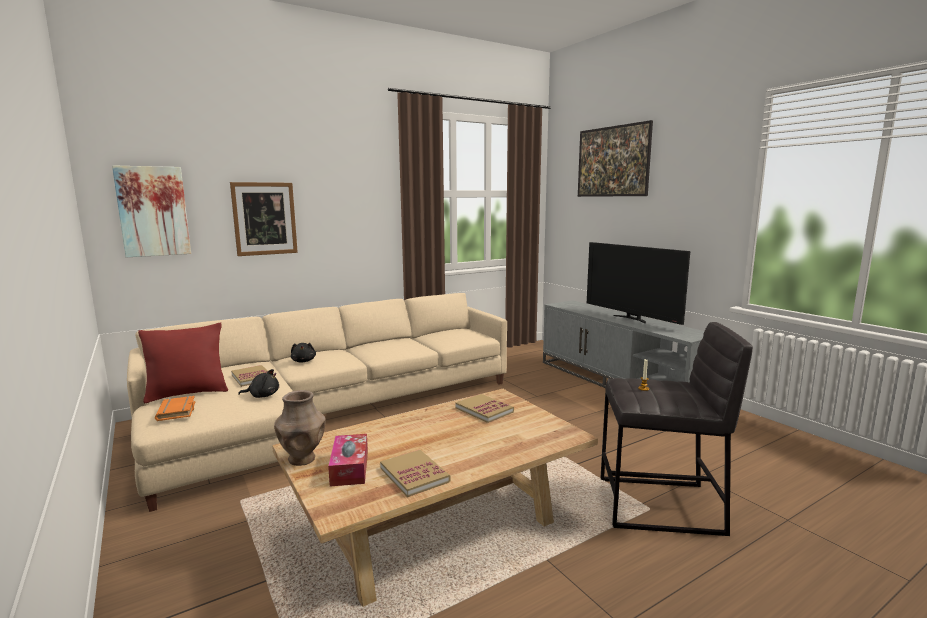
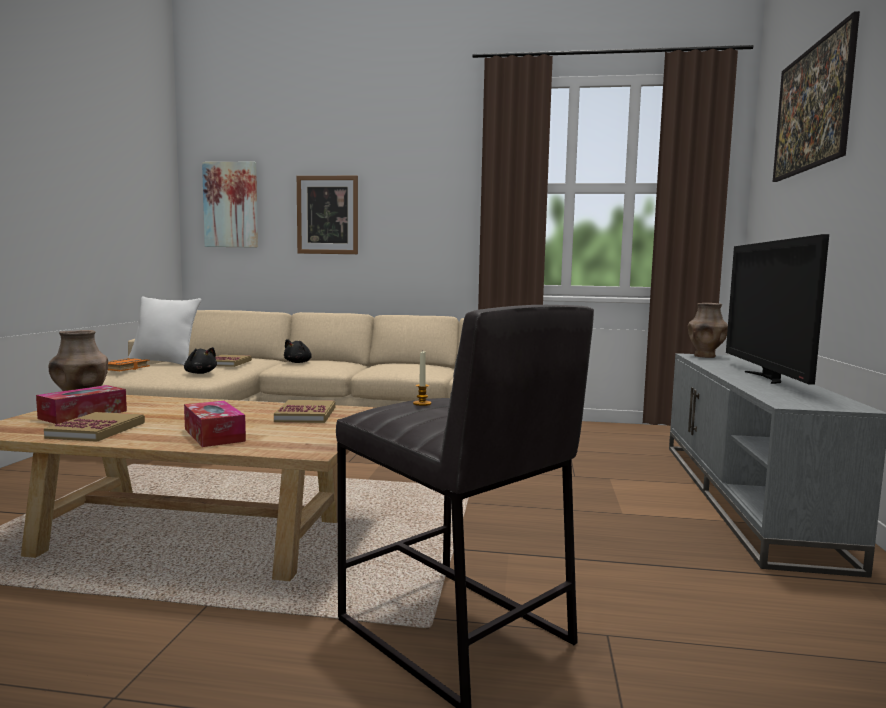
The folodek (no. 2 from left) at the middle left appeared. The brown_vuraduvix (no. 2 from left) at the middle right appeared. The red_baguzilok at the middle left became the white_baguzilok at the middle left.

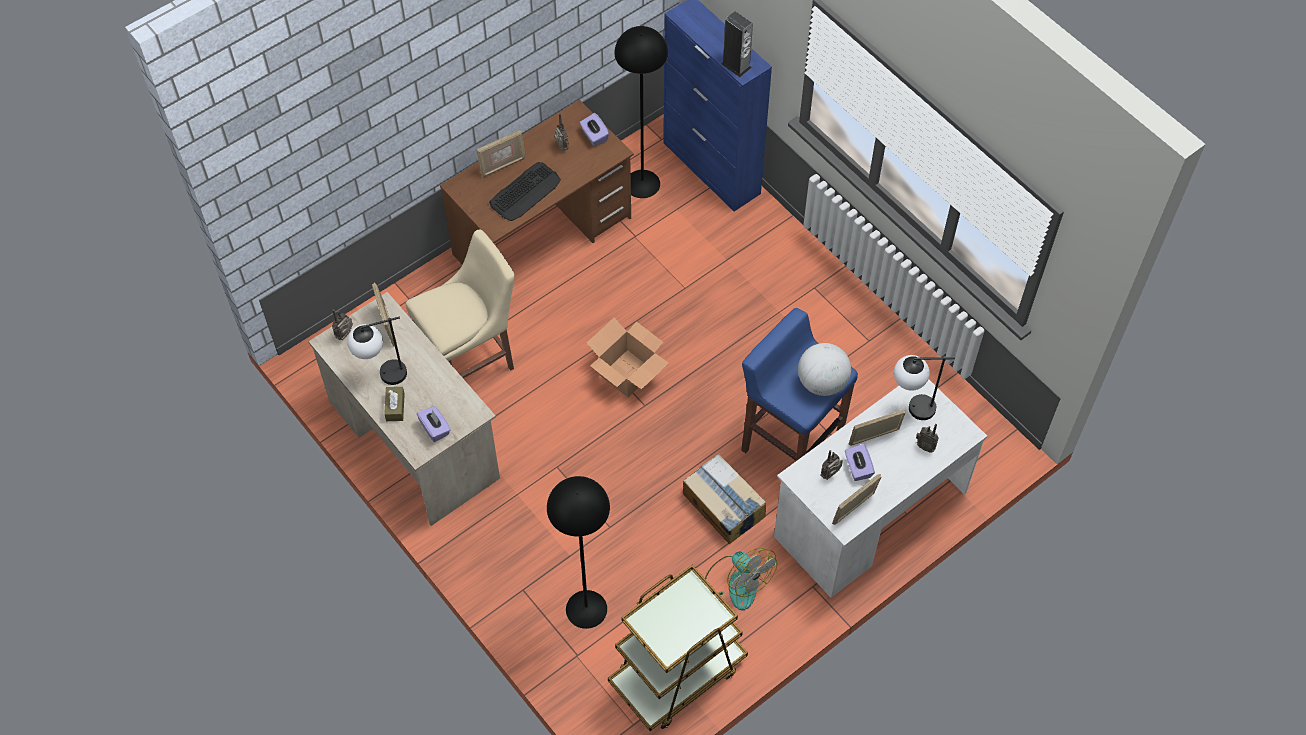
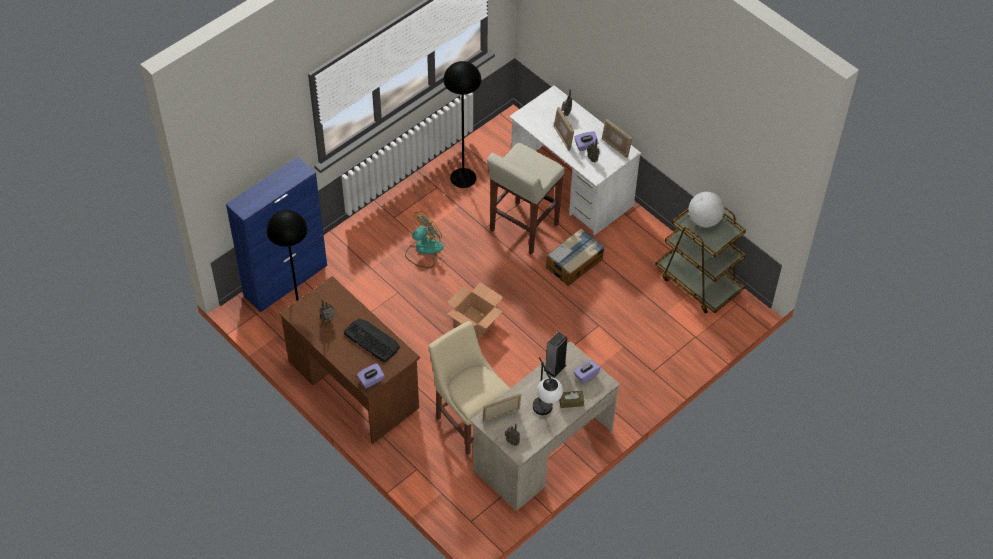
The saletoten (no. 2 from left) at the top centre disappeared. The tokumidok (no. 2 from left) at the middle right disappeared. The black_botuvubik (no. 1 from left in the first image) moved from the bottom centre to the top centre. The purple_folodek (no. 2 from left in the first image) moved from the top centre to the bottom centre. The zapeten moved from the bottom centre to the centre. The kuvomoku moved from the top centre to the centre. The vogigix moved from the centre to the middle right. The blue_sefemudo at the centre became the beige_sefemudo at the centre.

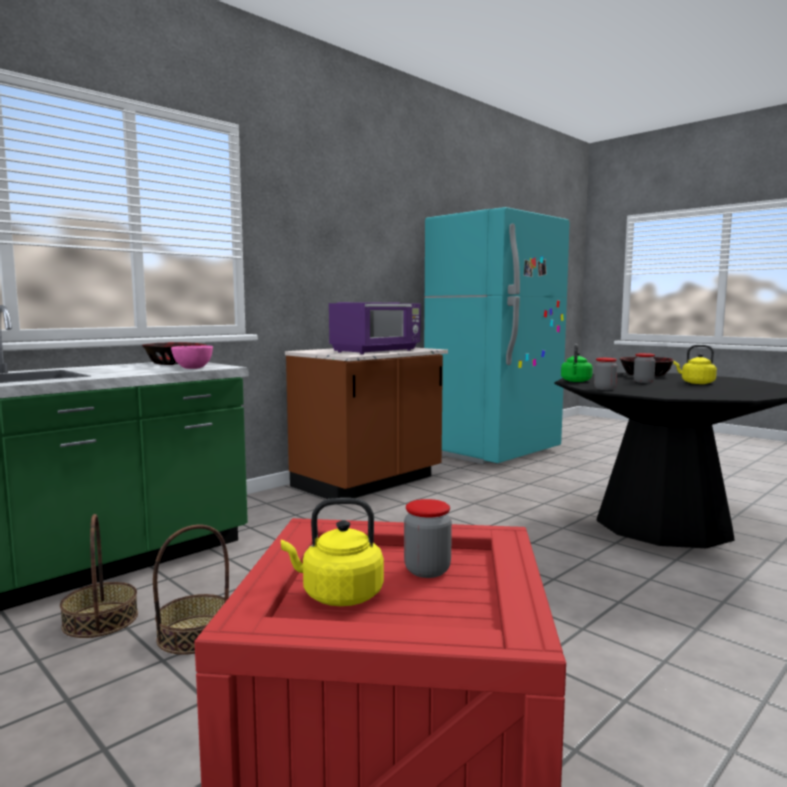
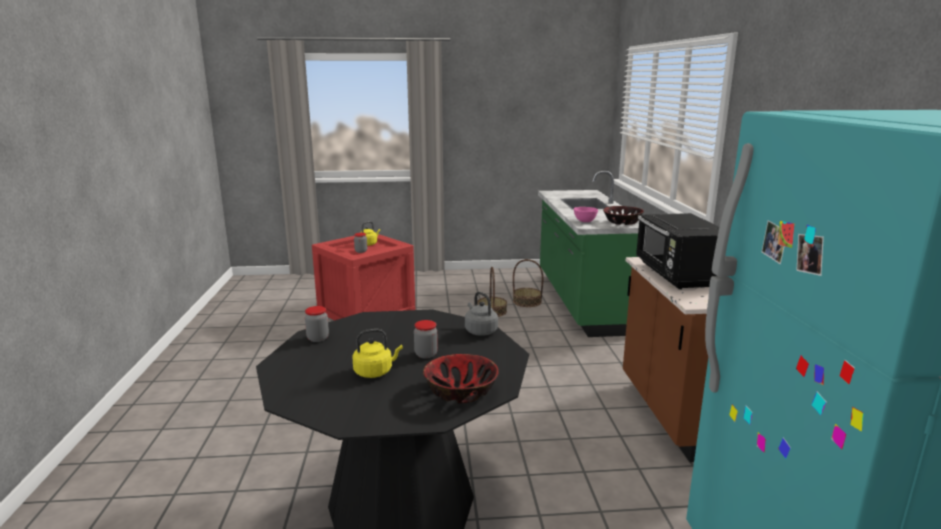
The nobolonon (no. 2 from left in the first image) moved from the middle right to the centre. The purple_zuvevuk at the centre became the black_zuvevuk at the middle right. The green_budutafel at the middle right became the grey_budutafel at the centre.

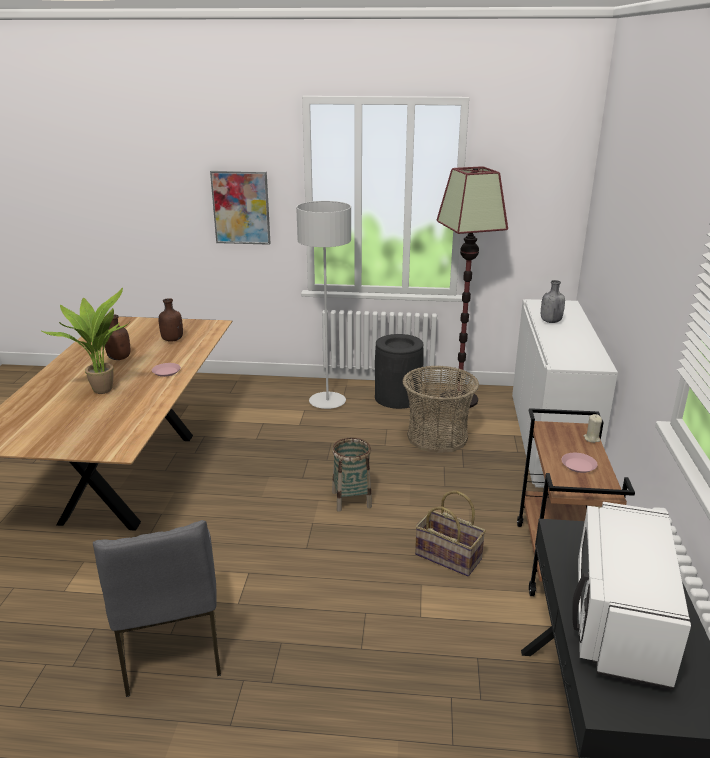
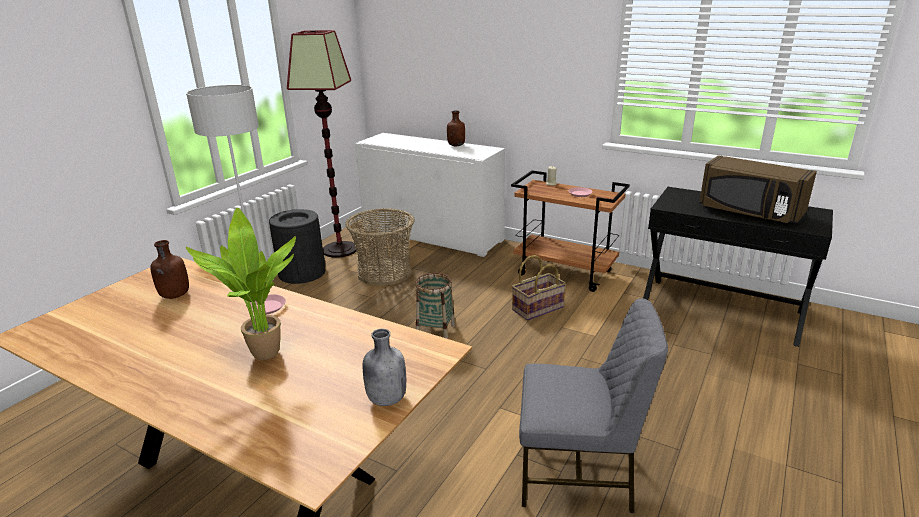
The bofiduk at the top centre disappeared. The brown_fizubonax (no. 1 from left in the first image) moved from the middle left to the top centre. The grey_fizubonax moved from the middle right to the bottom centre. The white_zuvevuk at the bottom right became the brown_zuvevuk at the middle right.

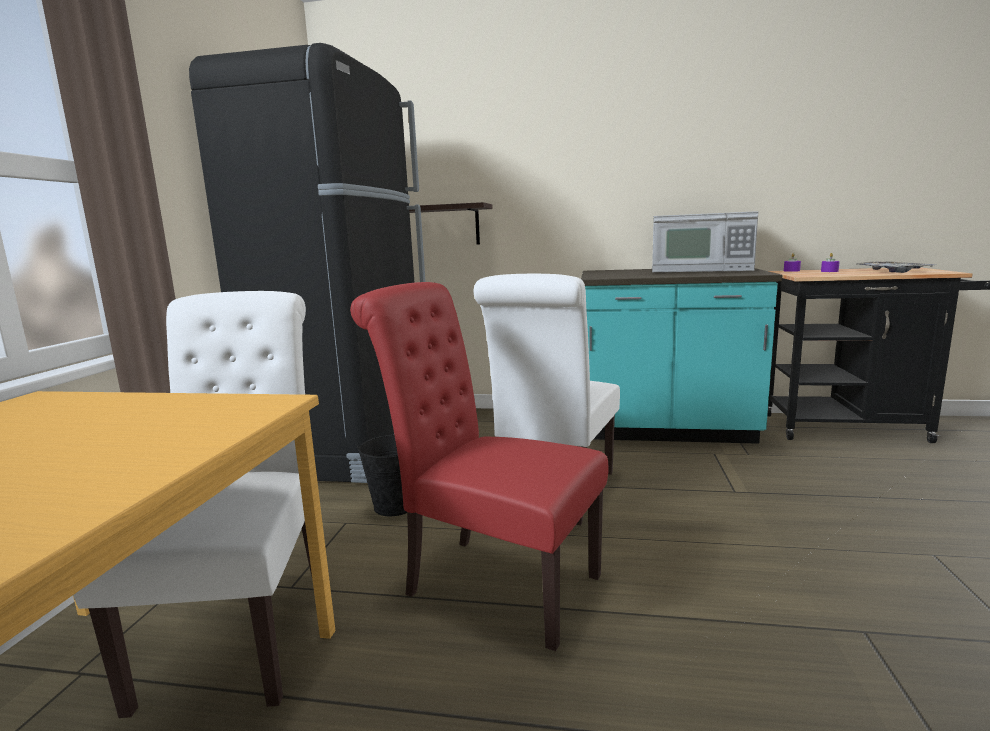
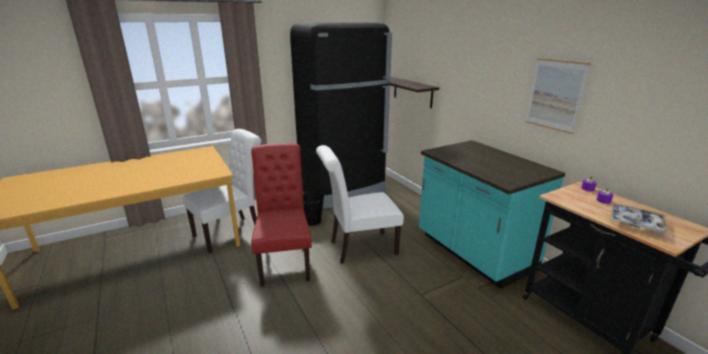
The zuvevuk at the top right disappeared. The bofiduk at the top right appeared.

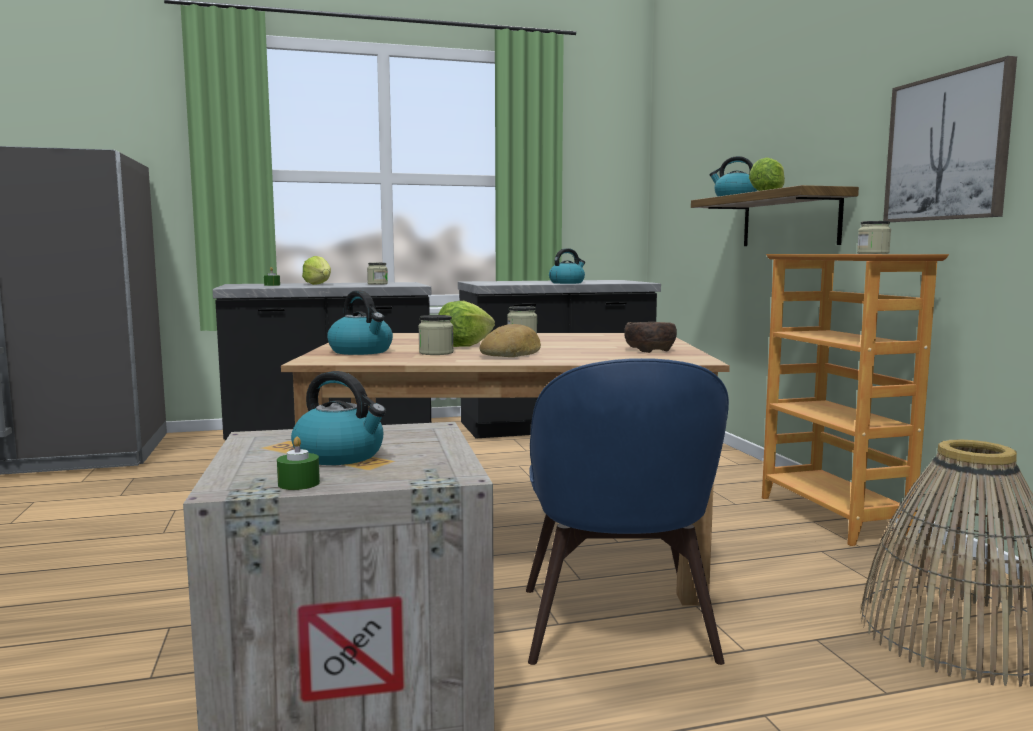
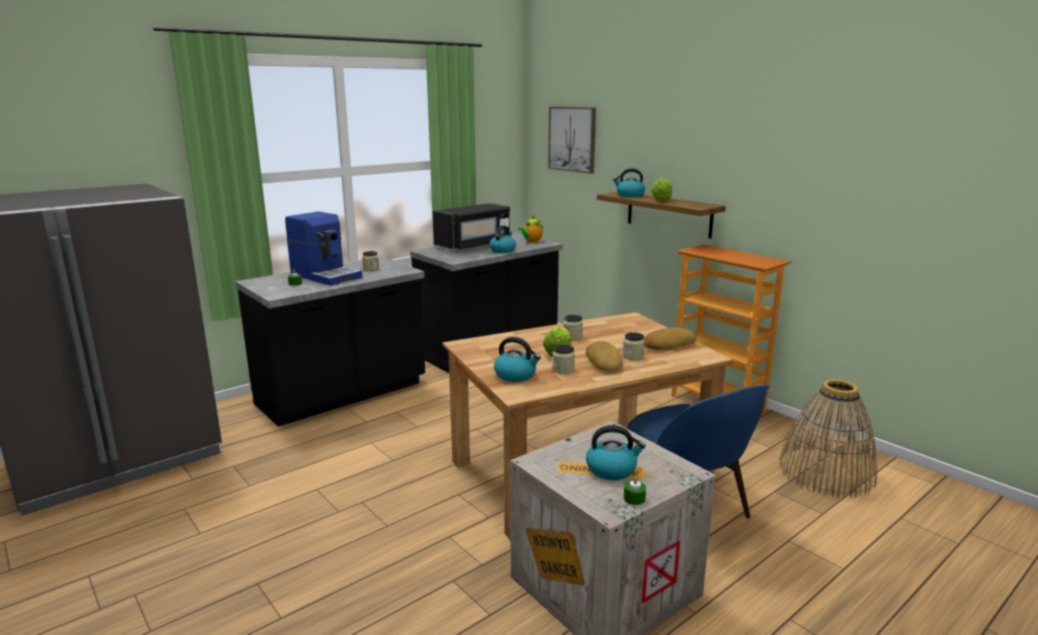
The black_zuvevuk at the centre appeared. The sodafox at the centre appeared. The nobolonon (no. 4 from left) moved from the top right to the centre. The bofiduk moved from the top right to the top centre. The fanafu (no. 1 from left) at the middle left was replaced by the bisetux at the middle left. The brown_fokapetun at the centre was replaced by the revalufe (no. 2 from left) at the centre.

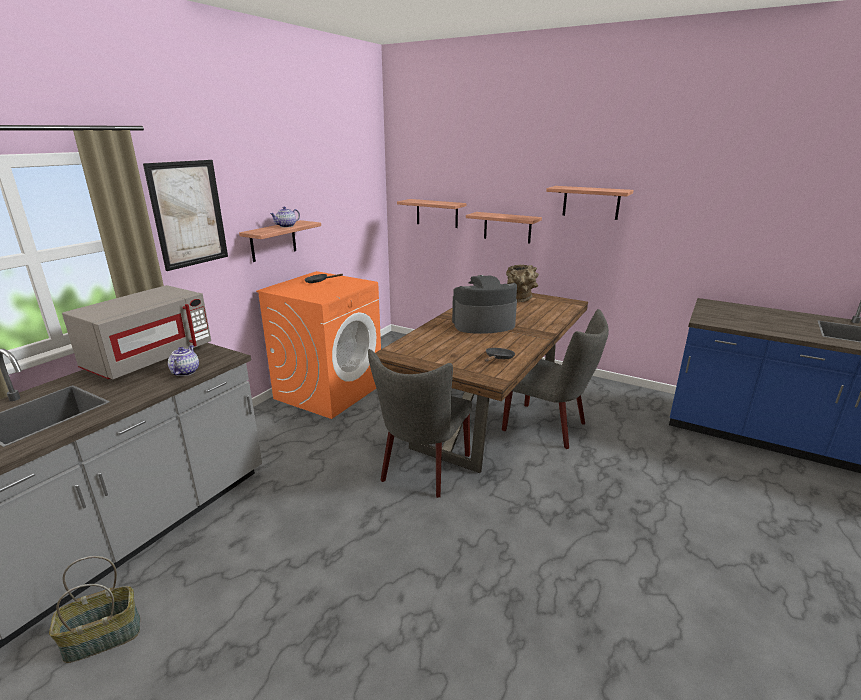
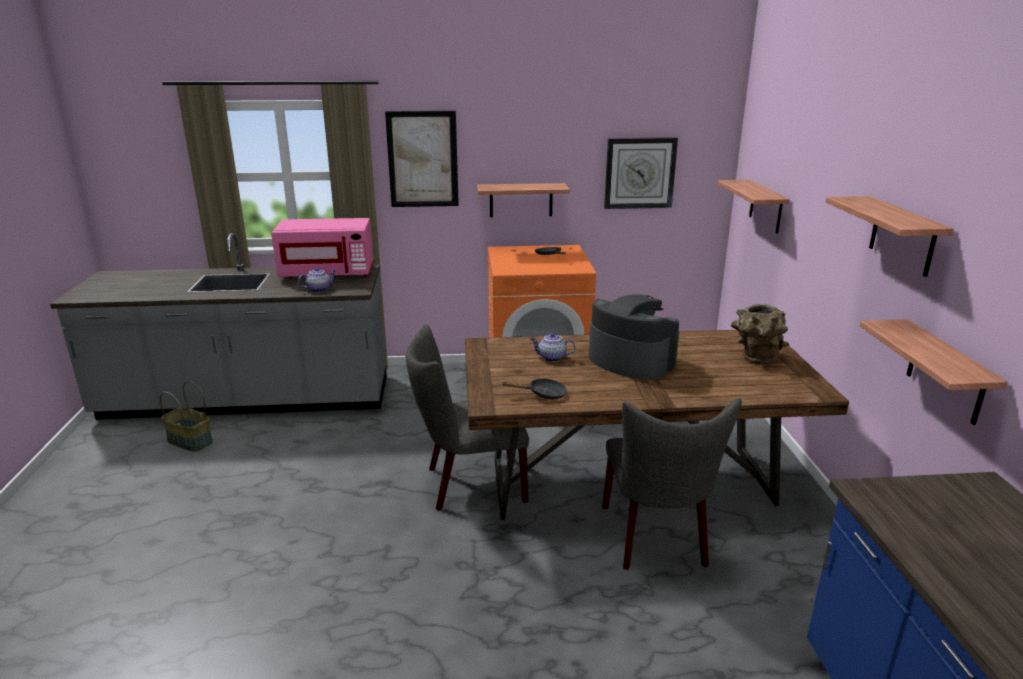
The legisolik at the top centre appeared. The sodafox (no. 2 from left) moved from the top left to the centre. The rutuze (no. 3 from left in the first image) moved from the top centre to the middle right. The grey_zuvevuk at the middle left became the pink_zuvevuk at the middle left.

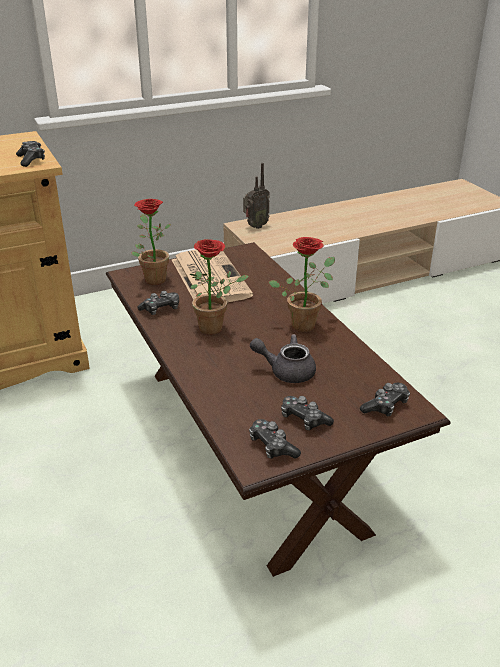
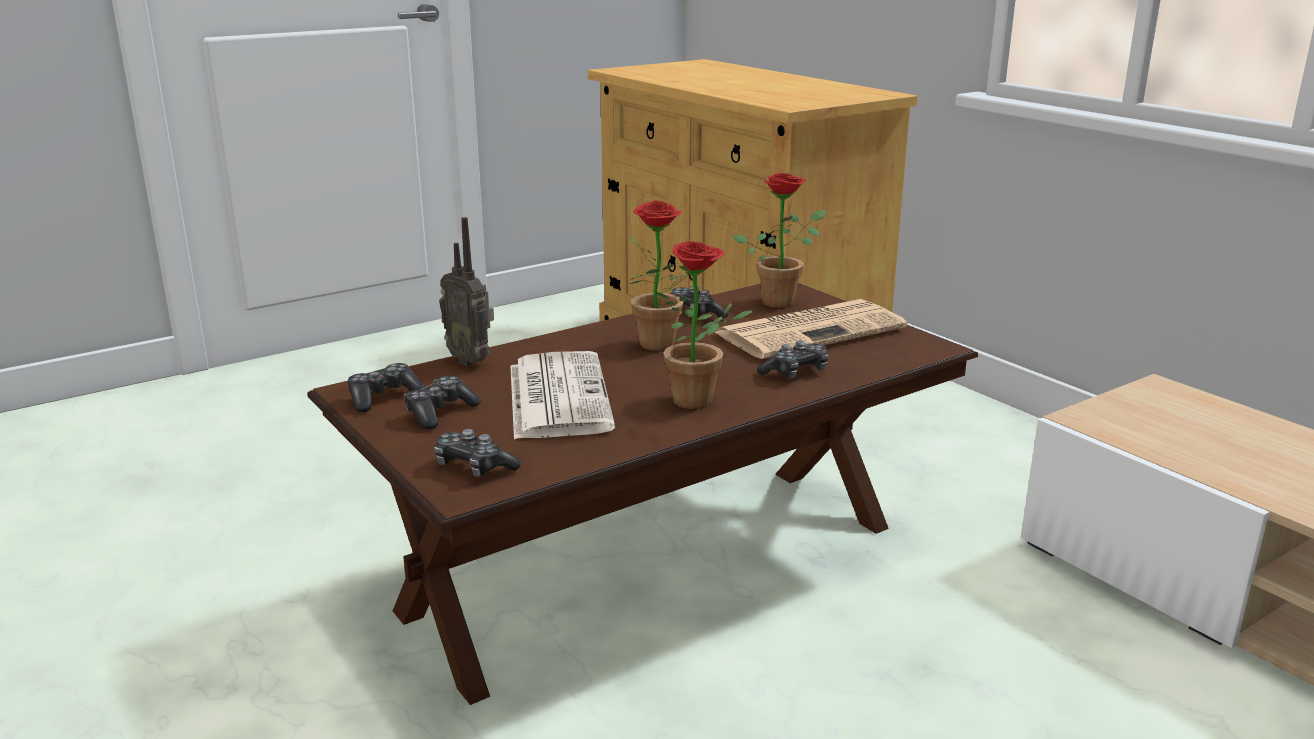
The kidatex (no. 1 from left in the first image) moved from the top left to the centre. The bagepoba moved from the top centre to the centre. The grey_sodafox at the centre was replaced by the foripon (no. 1 from left) at the centre.

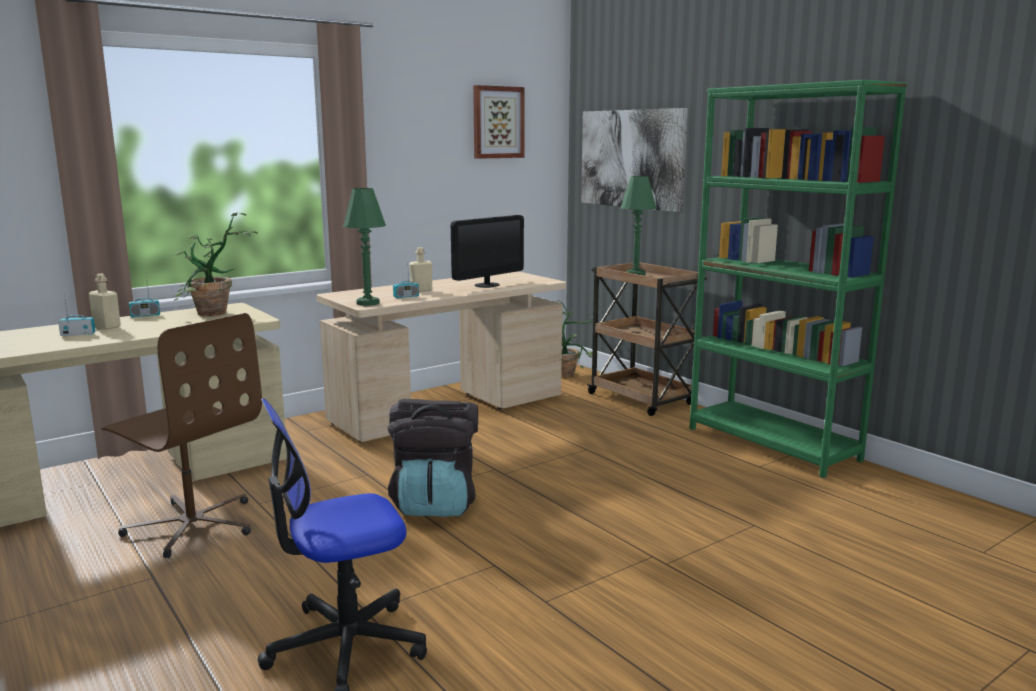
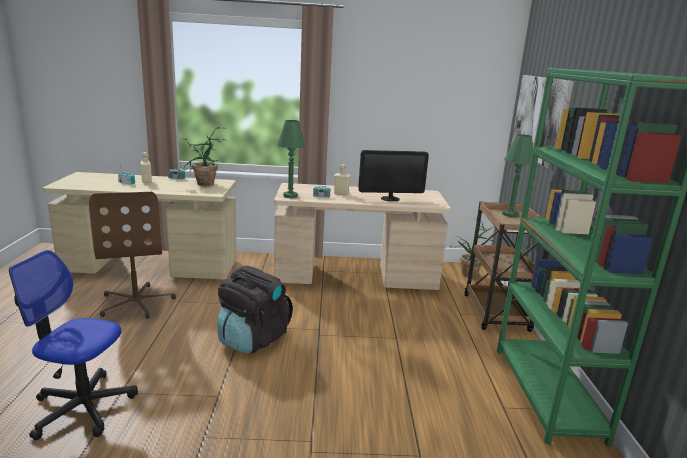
The bofiduk (no. 1 from left) at the top centre disappeared.

